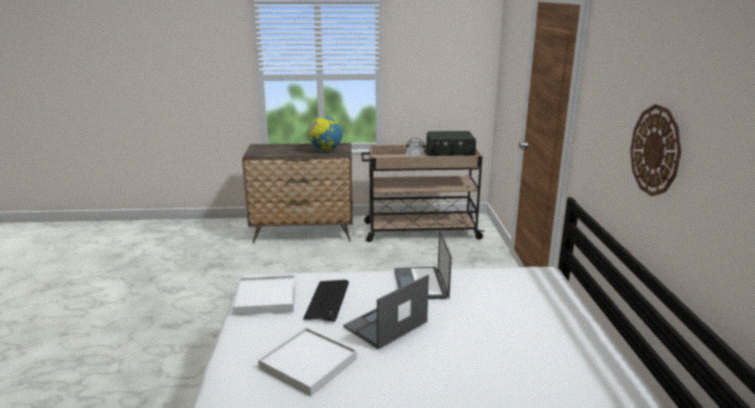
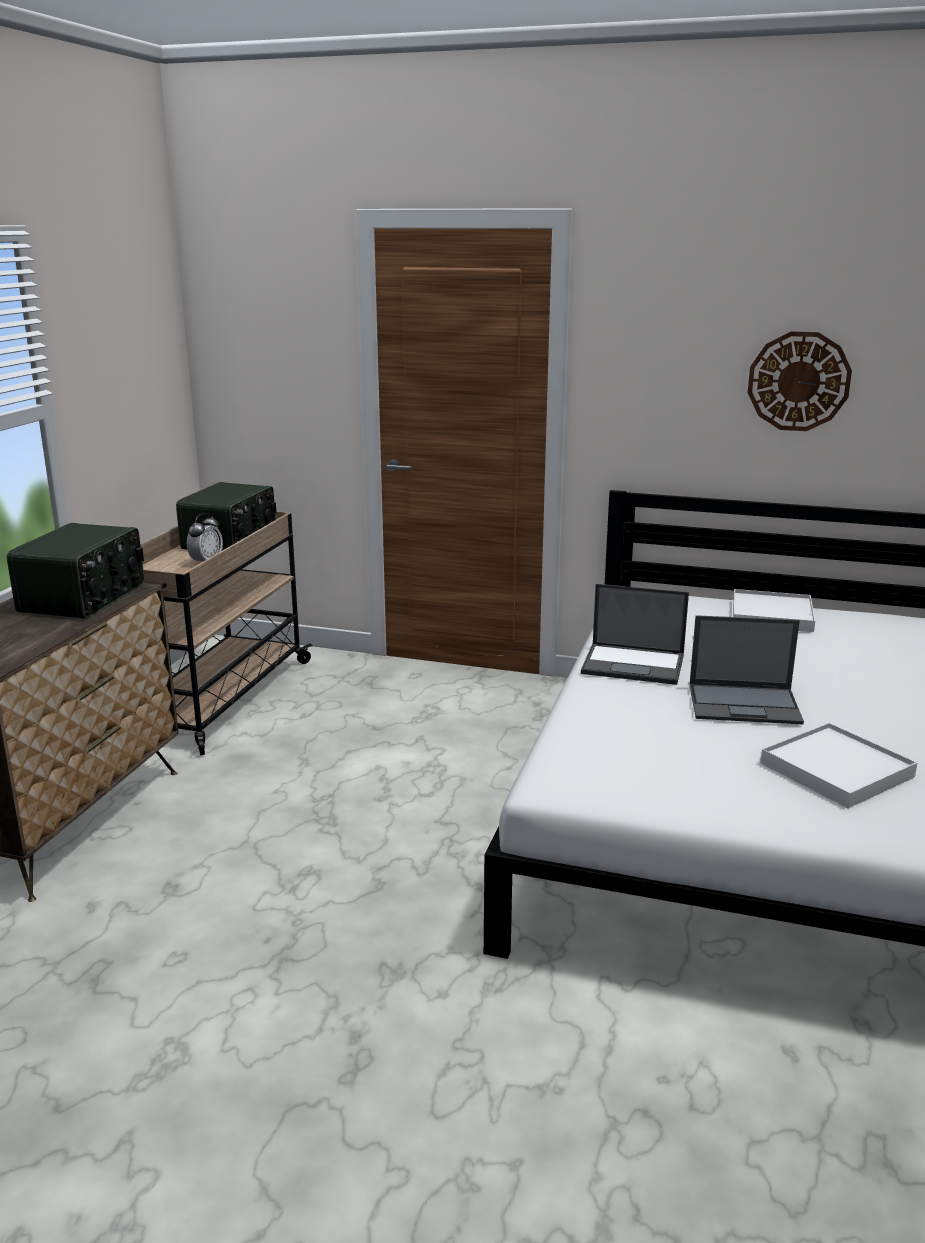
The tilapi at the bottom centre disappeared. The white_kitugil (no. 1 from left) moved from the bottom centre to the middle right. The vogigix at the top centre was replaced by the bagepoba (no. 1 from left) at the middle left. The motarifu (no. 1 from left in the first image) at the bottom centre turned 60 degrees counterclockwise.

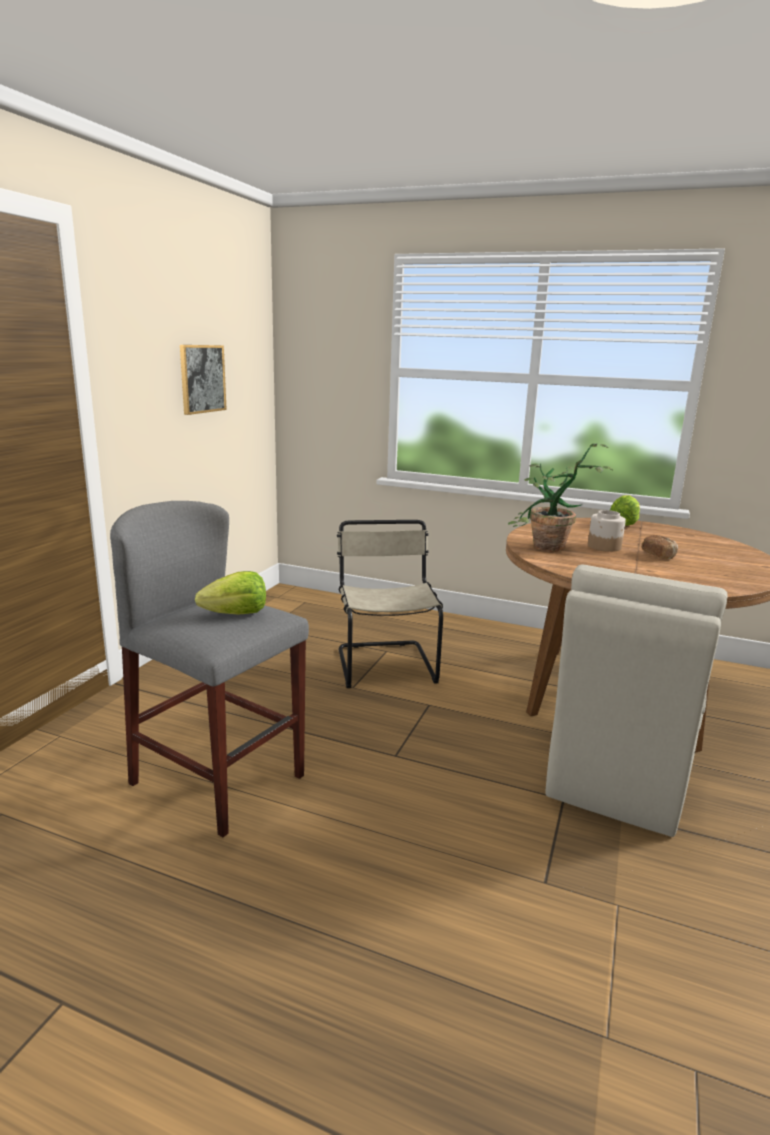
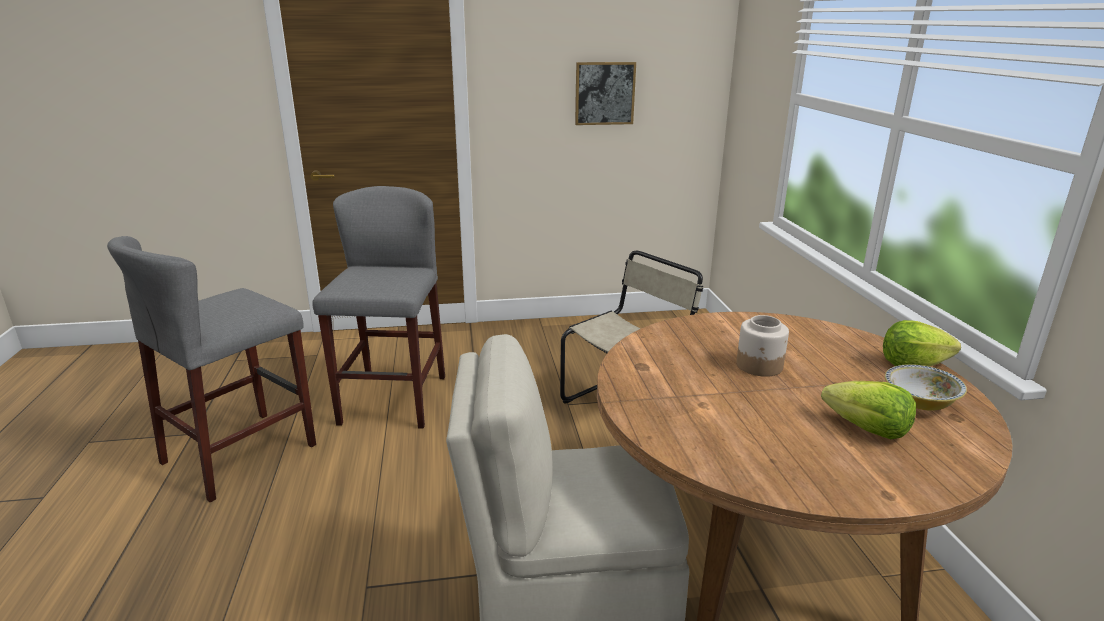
The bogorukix at the middle right disappeared. The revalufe at the middle right disappeared. The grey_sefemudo (no. 1 from left) at the middle left appeared. The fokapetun at the middle right appeared. The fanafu (no. 1 from left) moved from the middle left to the middle right.

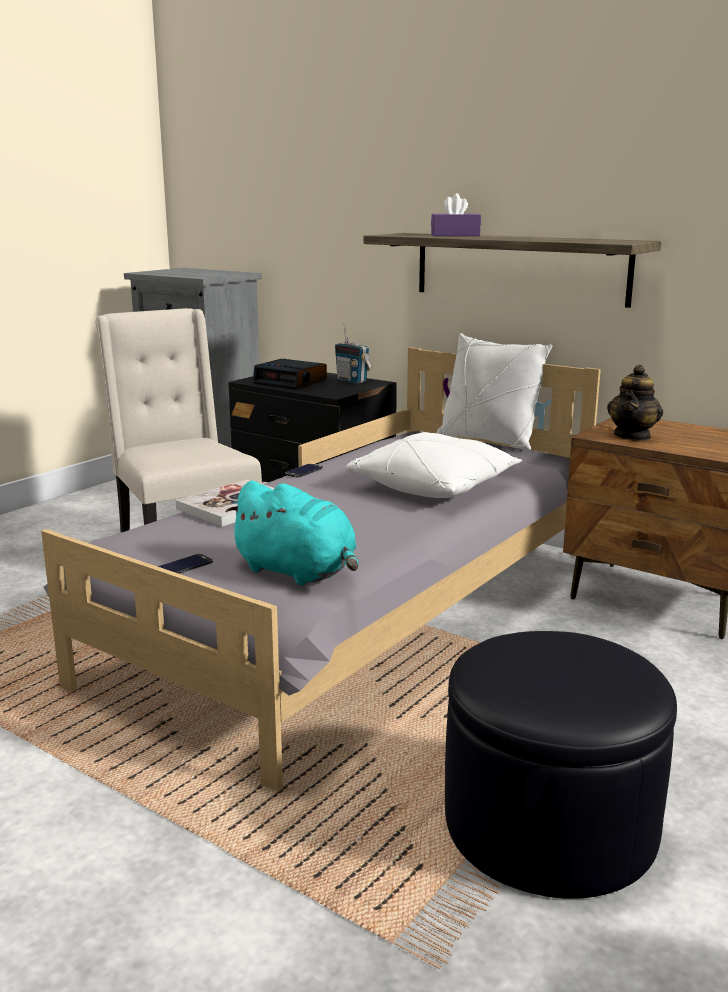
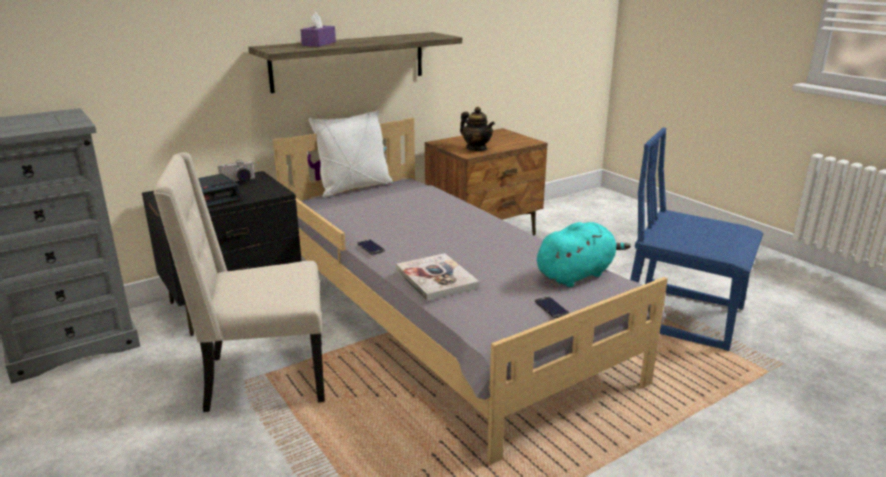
The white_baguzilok (no. 1 from left) at the centre disappeared. The bagepoba at the centre was replaced by the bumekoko at the middle left. The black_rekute at the bottom right was replaced by the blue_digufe at the middle right.

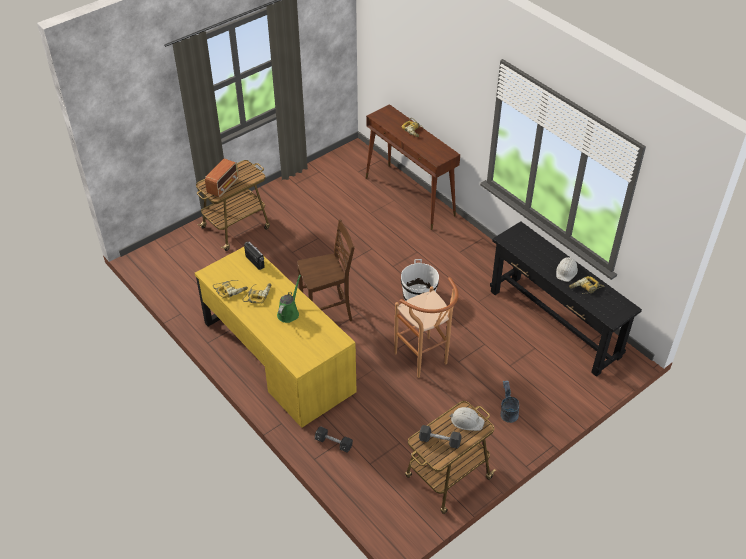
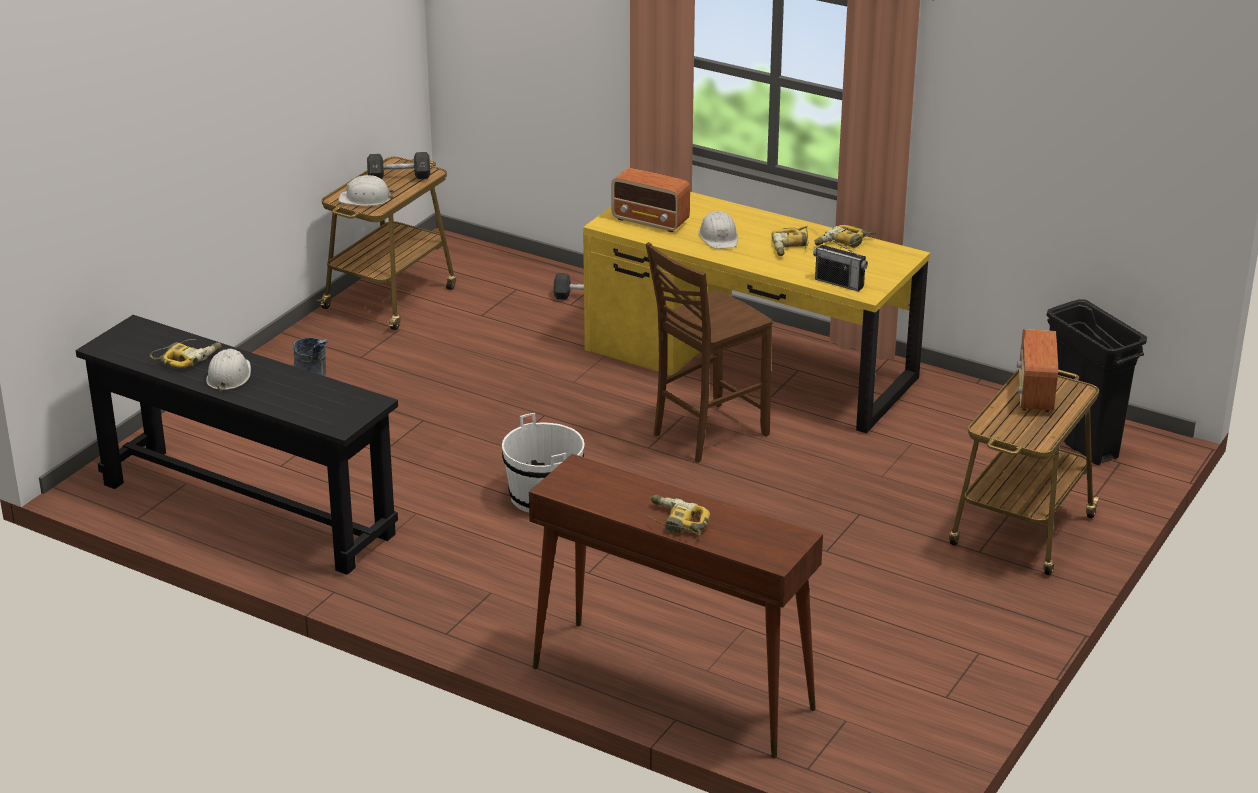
The brown_sefemudo at the centre disappeared. The bagepoba (no. 1 from left) at the top centre appeared. The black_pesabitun at the middle right appeared. The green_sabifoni at the centre was replaced by the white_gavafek (no. 3 from left) at the top centre.

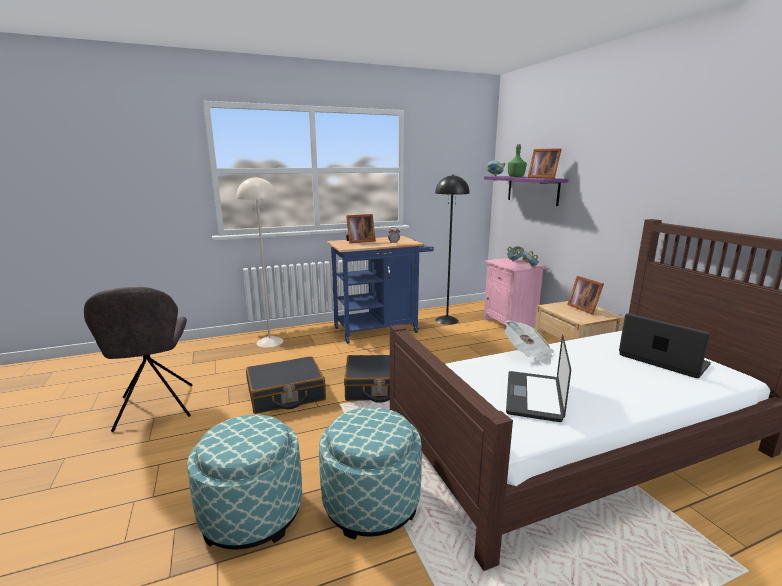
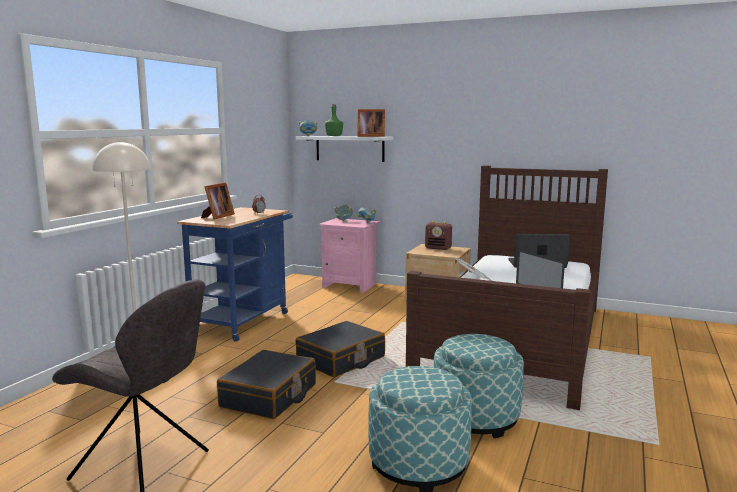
The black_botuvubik at the centre disappeared. The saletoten (no. 3 from left) at the middle right was replaced by the bagepoba at the centre. The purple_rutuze at the top right became the white_rutuze at the top centre.

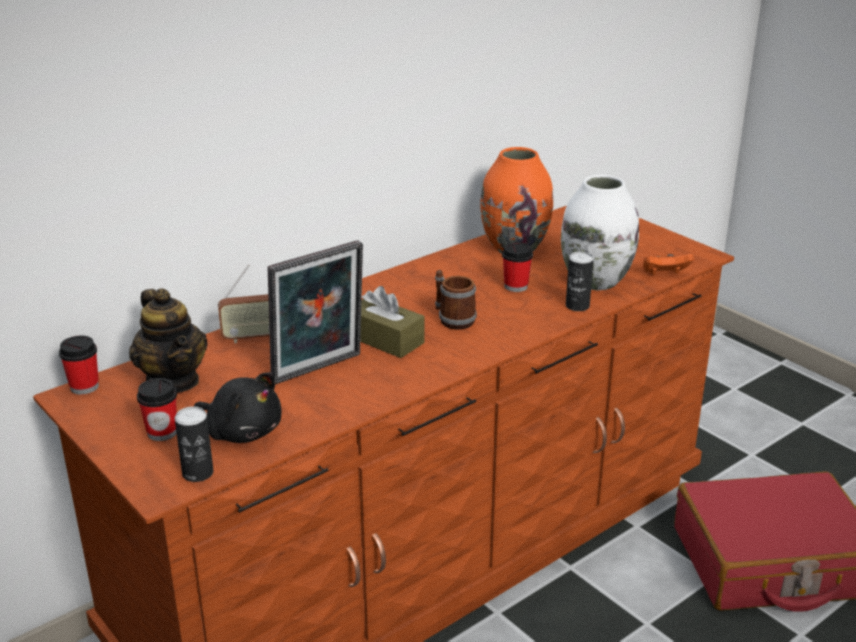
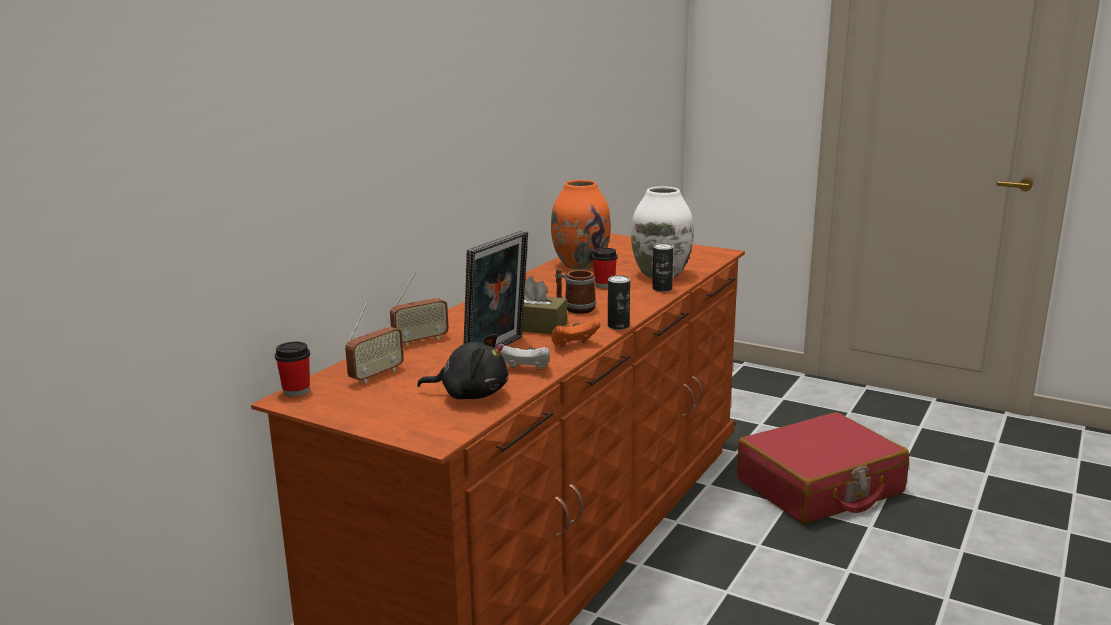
The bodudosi (no. 2 from left) at the middle left disappeared. The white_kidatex at the centre appeared. The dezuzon (no. 1 from left) moved from the bottom left to the centre. The orange_kidatex moved from the middle right to the centre. The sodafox at the middle left was replaced by the bagepoba (no. 1 from left) at the centre.

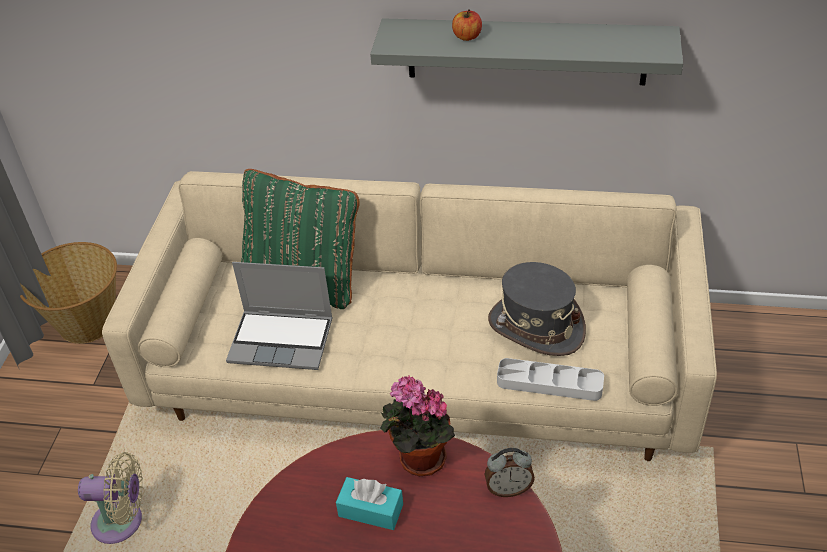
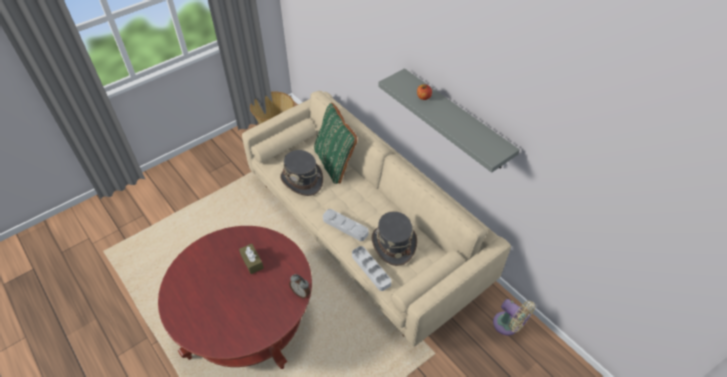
The bogorukix at the bottom centre disappeared. The grey_kitugil (no. 1 from left) at the centre appeared. The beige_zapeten moved from the bottom left to the bottom right. The motarifu at the centre was replaced by the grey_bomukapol (no. 1 from left) at the centre. The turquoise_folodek at the bottom centre became the brown_folodek at the bottom centre.

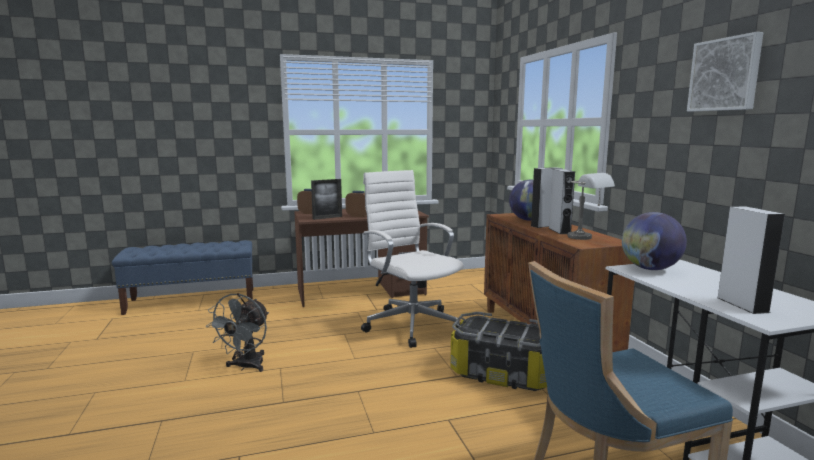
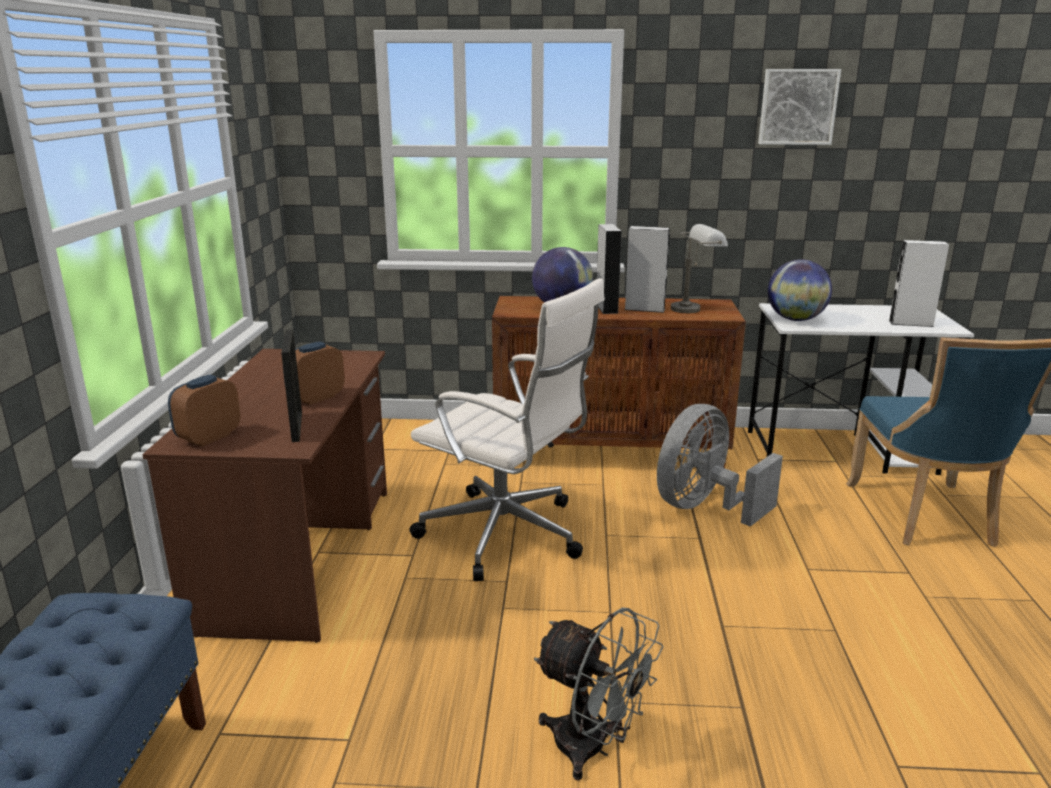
The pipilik at the bottom centre was replaced by the grey_zapeten (no. 2 from left) at the middle right. The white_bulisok at the centre turned 135 degrees counterclockwise.

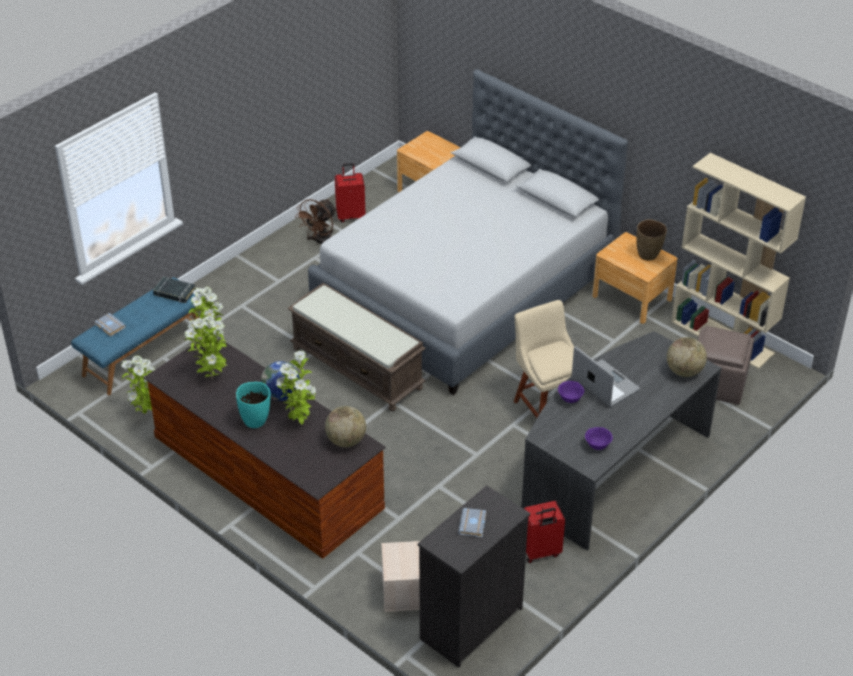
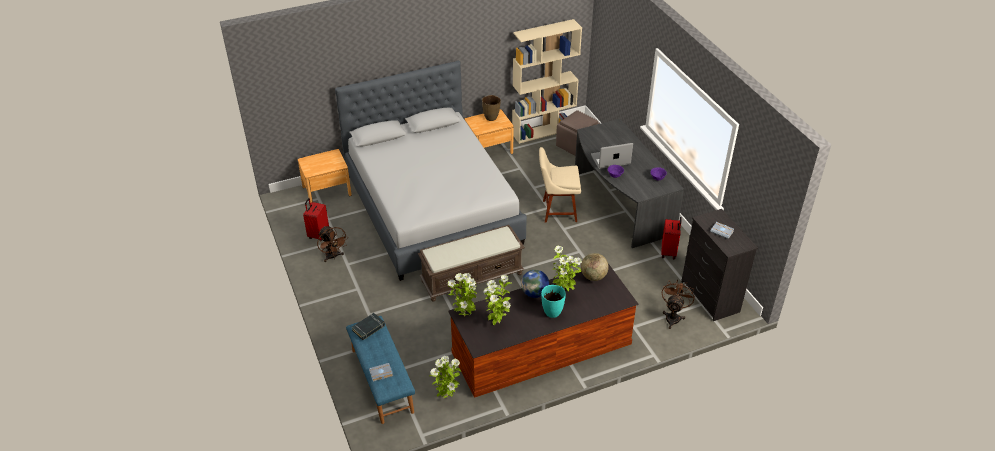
The vogigix (no. 3 from left) at the middle right disappeared. The beige_pipilik at the bottom centre was replaced by the brown_zapeten (no. 2 from left) at the bottom right.

